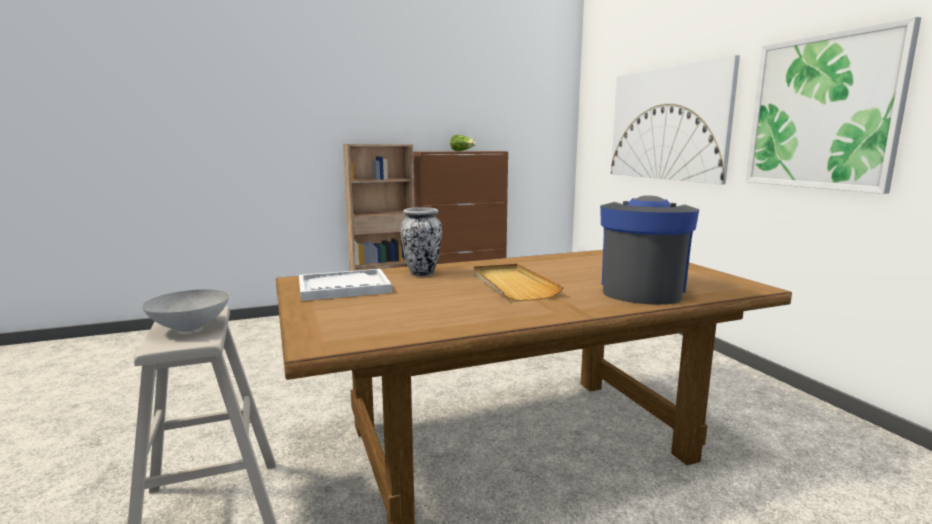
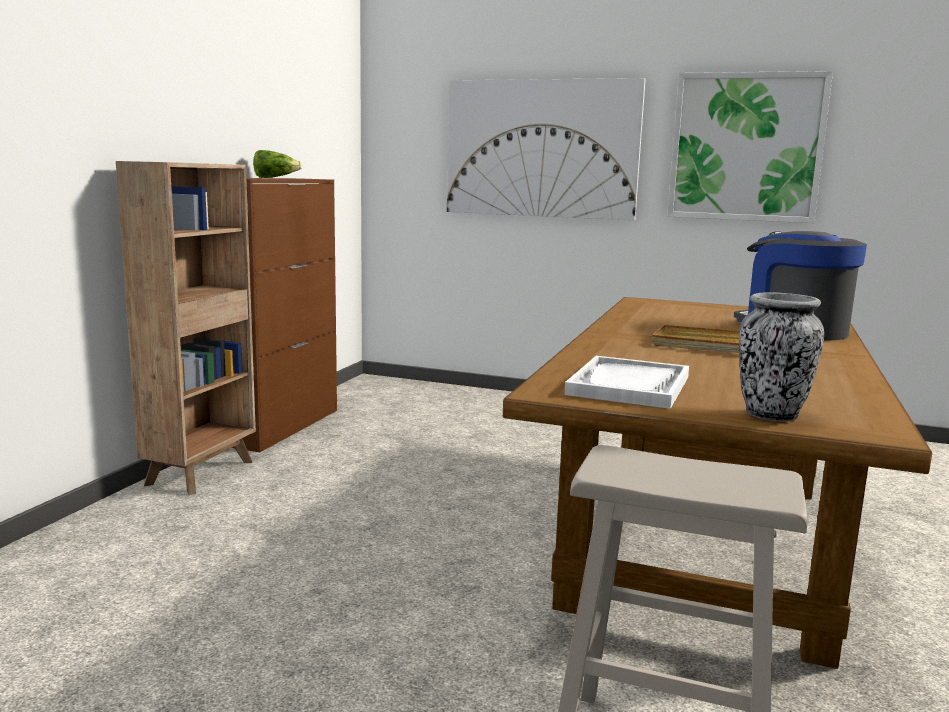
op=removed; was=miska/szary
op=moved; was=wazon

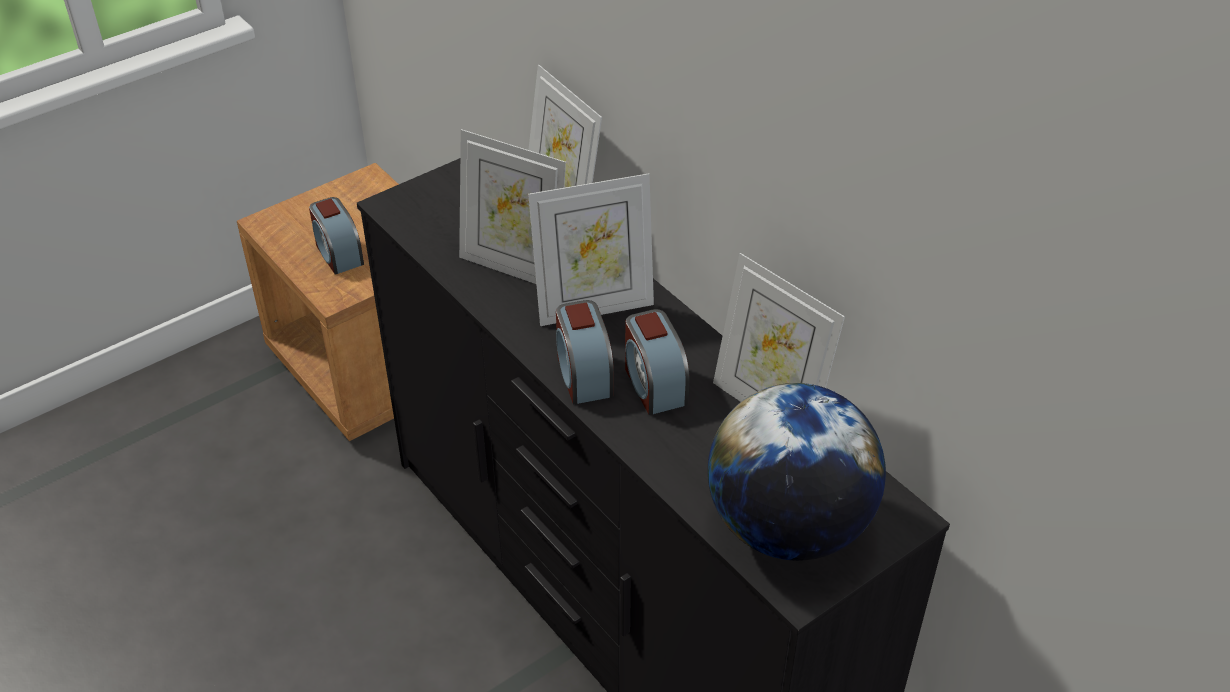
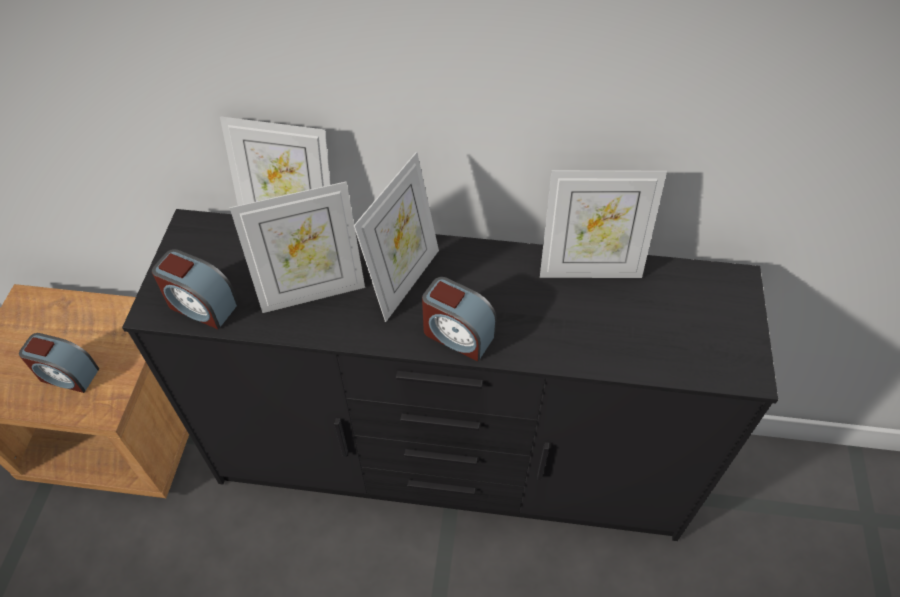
op=removed; was=globus
op=moved; was=budzik (3rd from left in the first image); now=budzik (2nd from left)

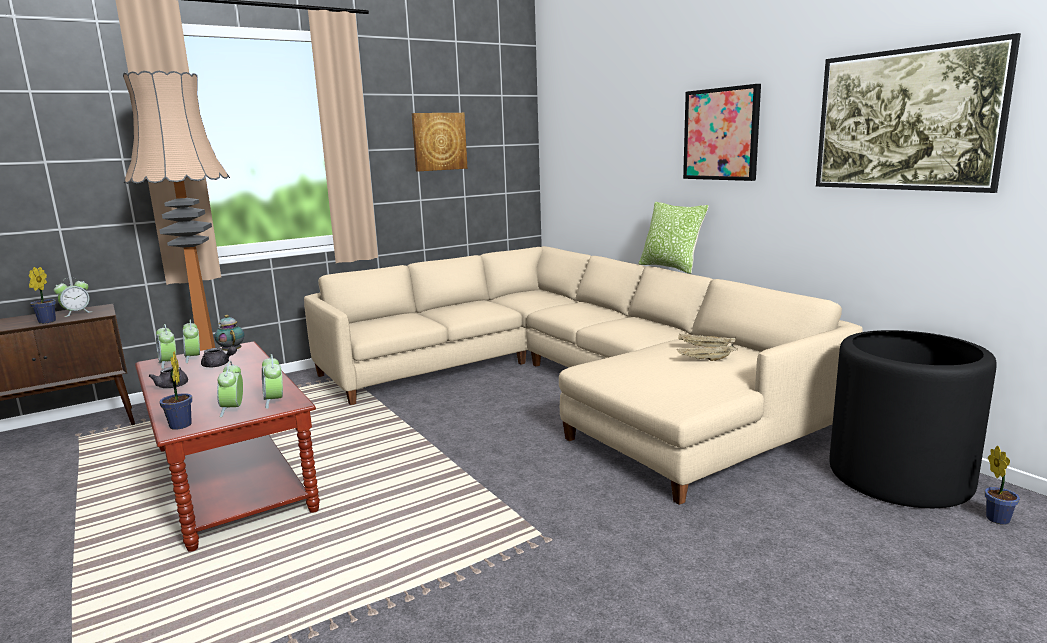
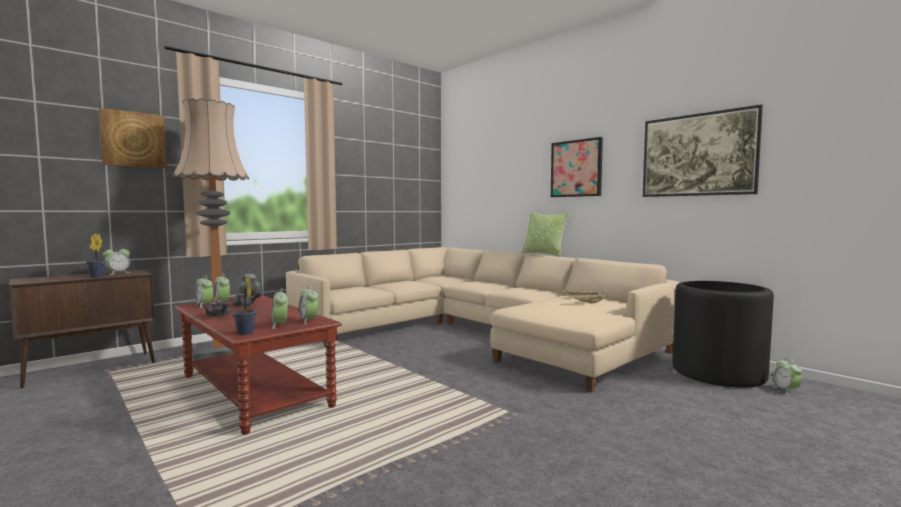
op=moved; was=obraz (1st from left)
op=replaced; was=roślina doniczkowa (3rd from left); now=budzik (6th from left)

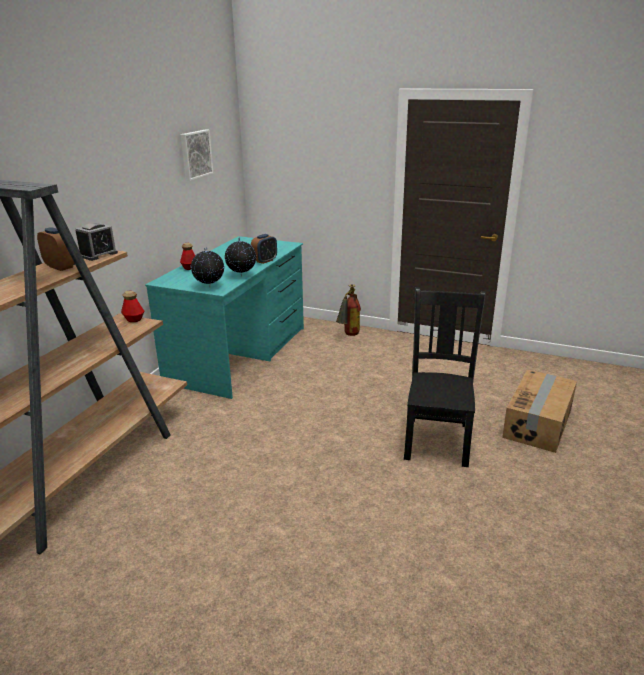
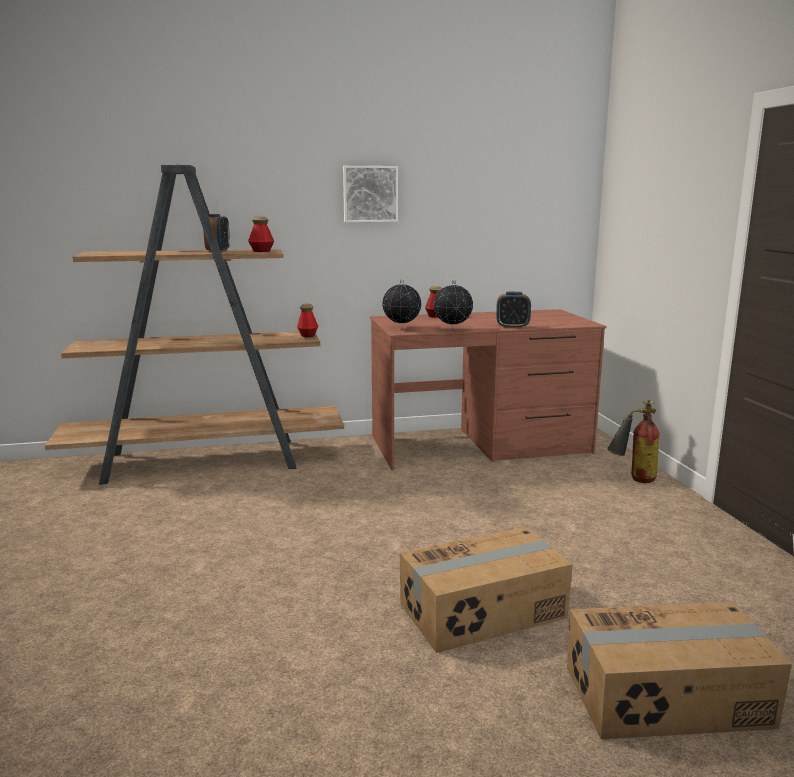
op=moved; was=obraz
op=replaced; was=budzik (2nd from left); now=butelka (1st from left)
op=replaced; was=krzesło/czarny; now=karton (1st from left)
op=recoloured; was=biurko/turkusowy; now=biurko/brązowy

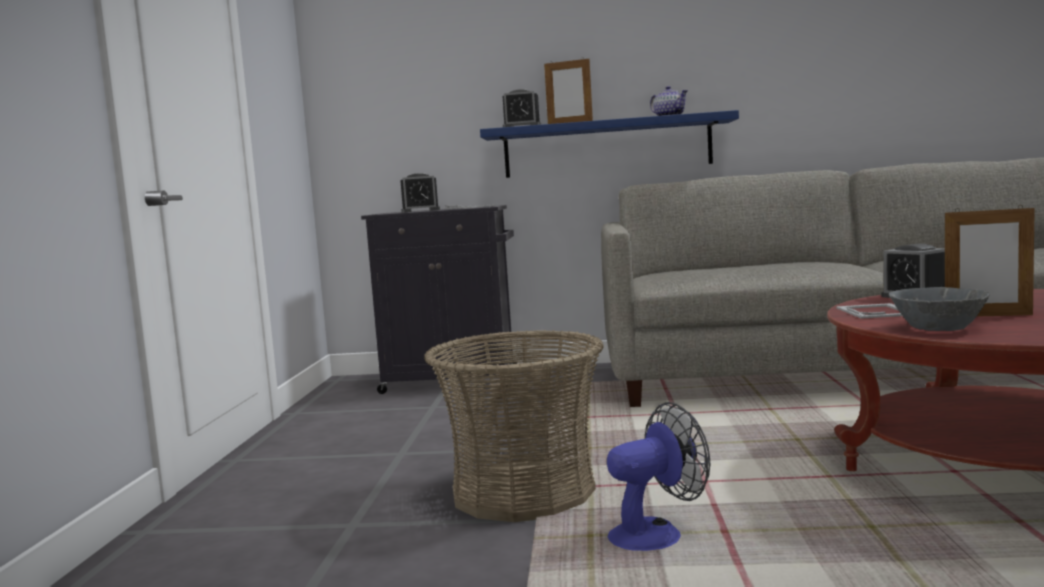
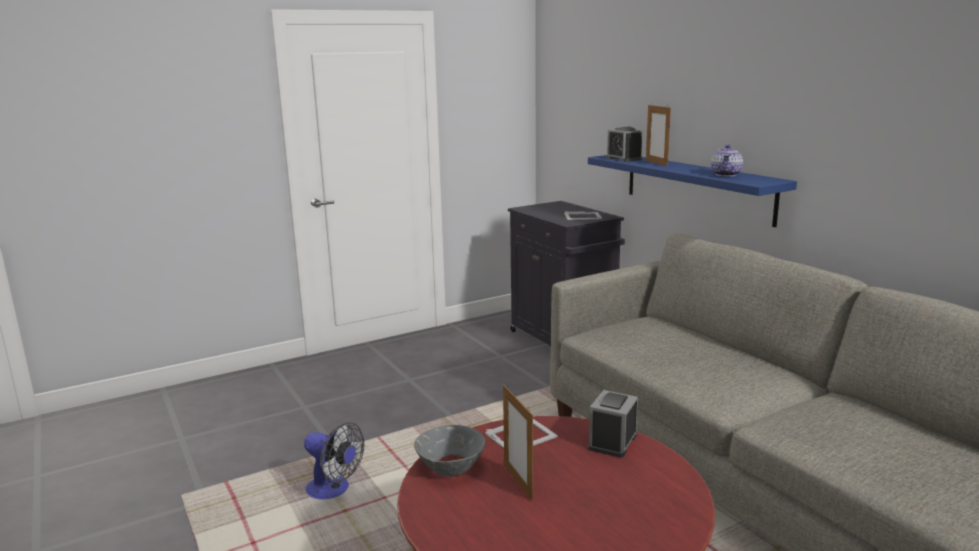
op=removed; was=budzik (1st from left)
op=removed; was=koszyk

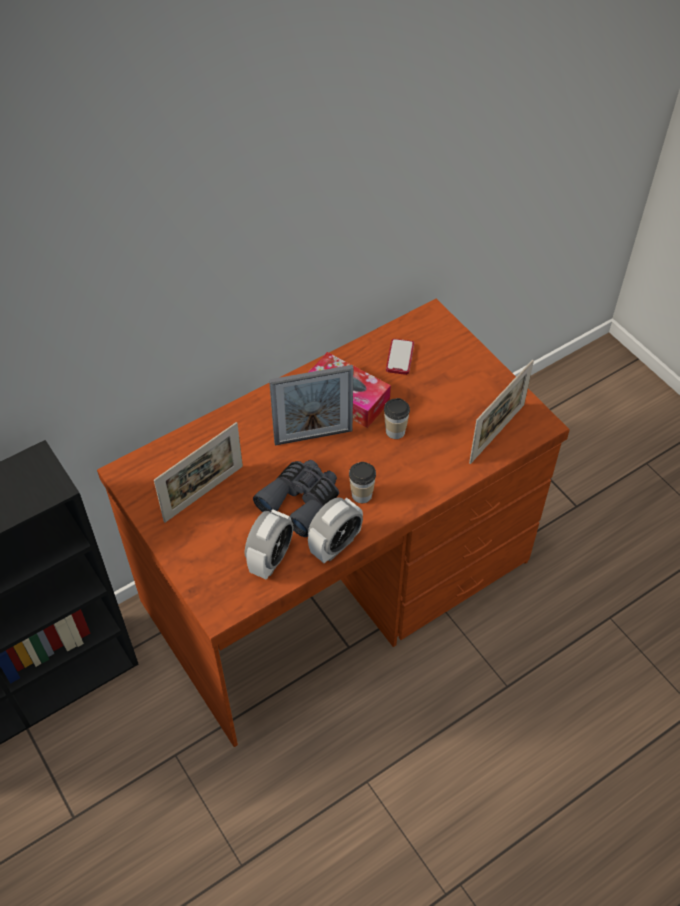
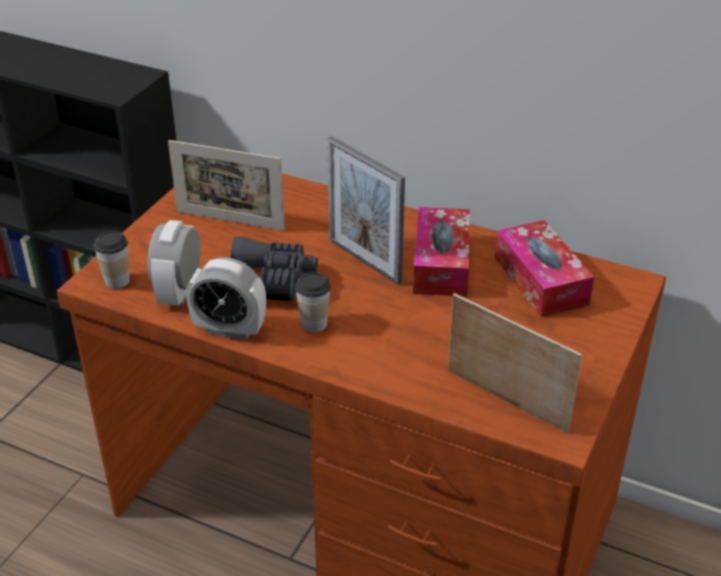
op=moved; was=filiżanka (2nd from left in the first image); now=filiżanka (1st from left)
op=replaced; was=telefon; now=pudełko chusteczek (2nd from left)
op=turned; was=budzik (1st from left); clockwise=105
op=turned; was=ramka na zdjęcie (3rd from left); clockwise=-150

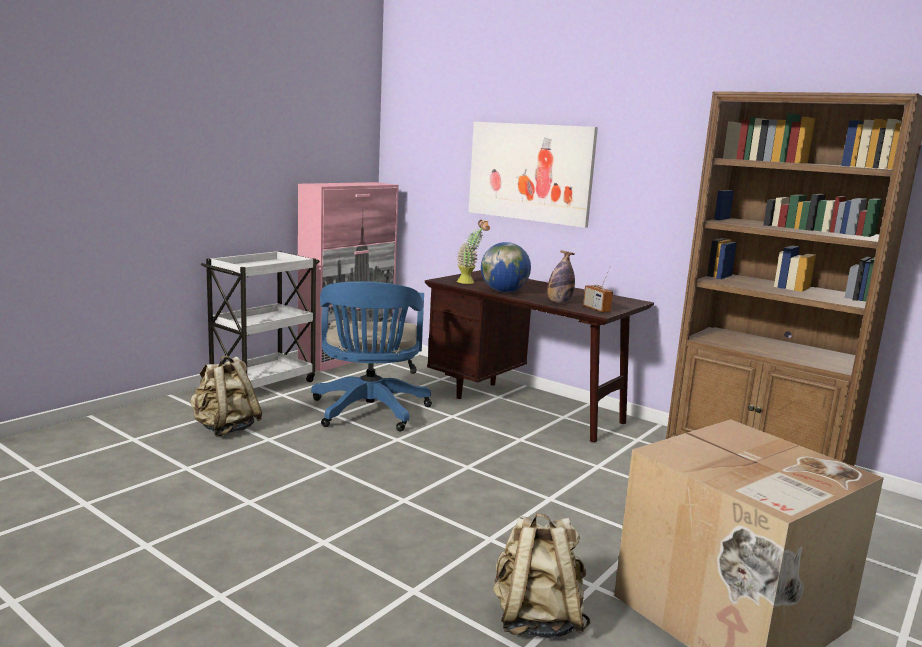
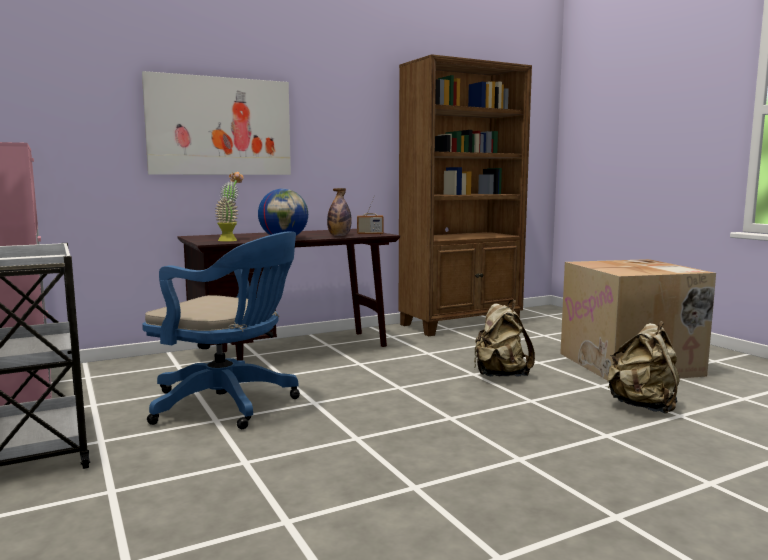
op=moved; was=plecak/beżowy (1st from left)

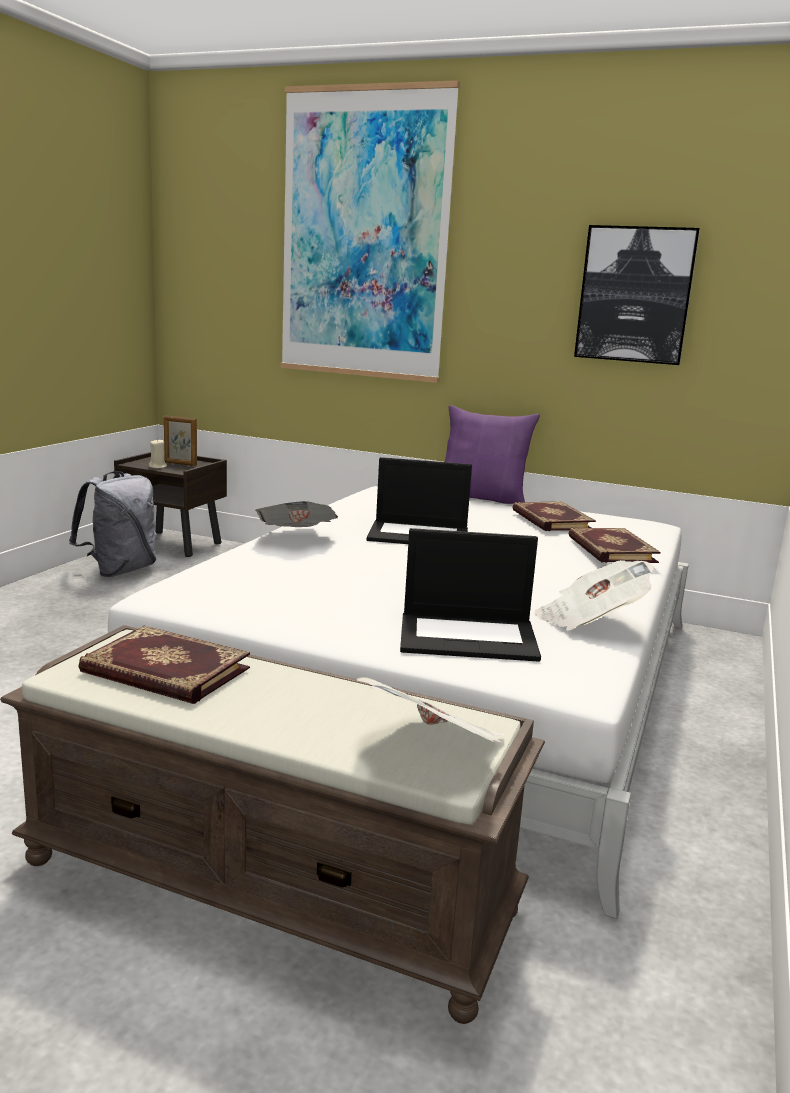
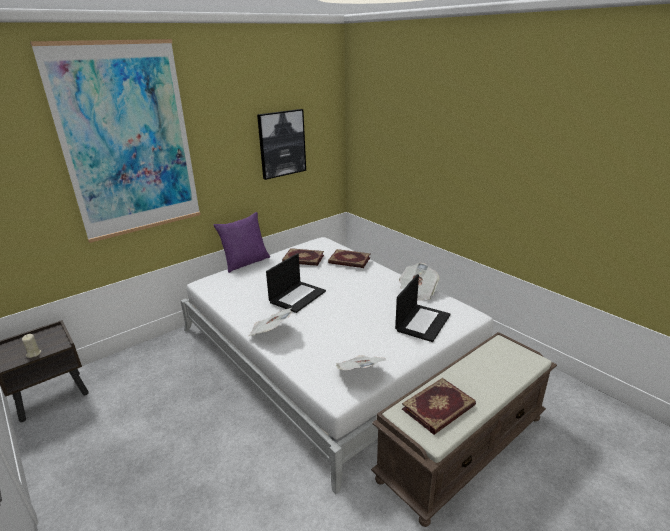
op=removed; was=plecak/szary
op=removed; was=ramka na zdjęcie
op=moved; was=gazeta (2nd from left)

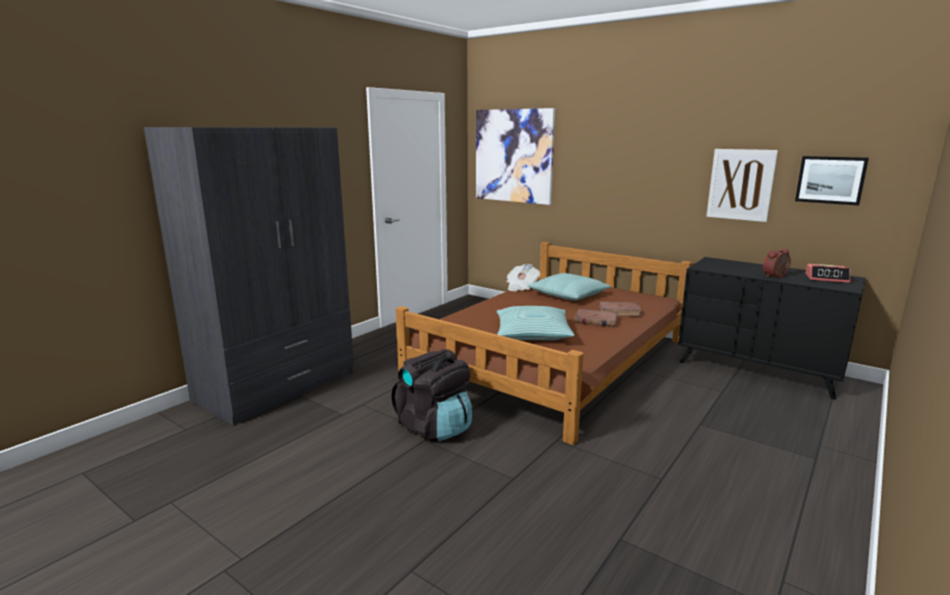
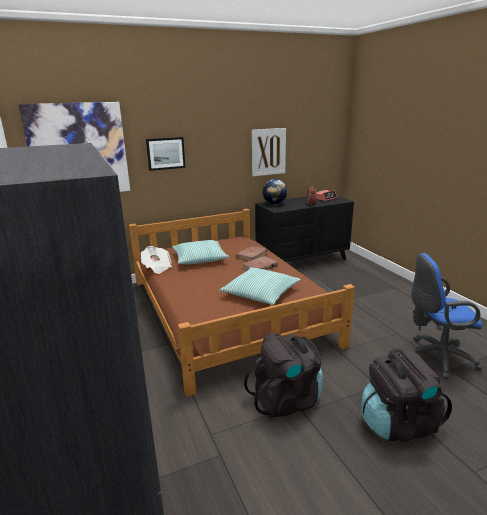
op=added; now=globus
op=added; now=plecak/czarny (2nd from left)
op=added; now=krzesło biurowe/niebieski
op=moved; was=obraz (3rd from left in the first image); now=obraz (2nd from left)

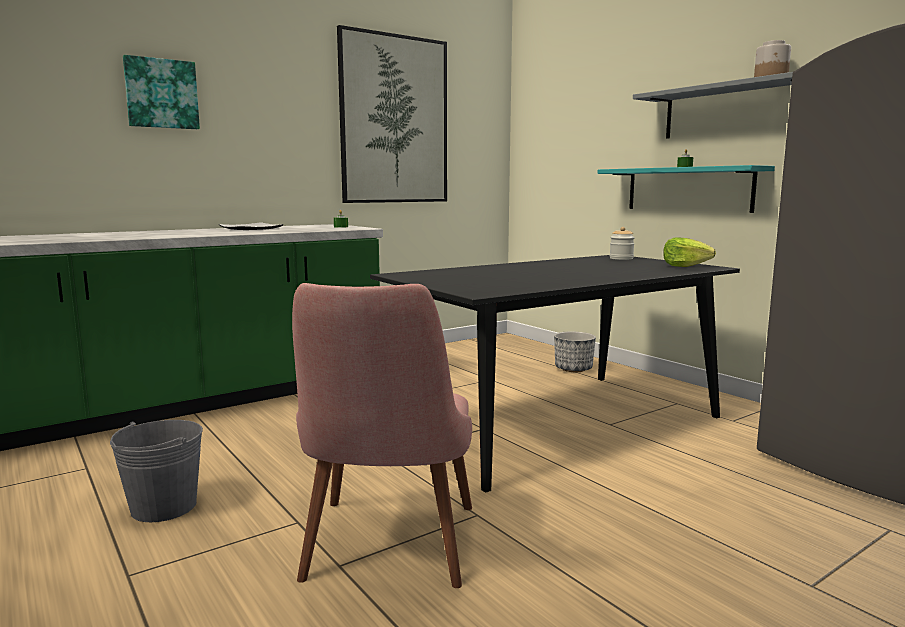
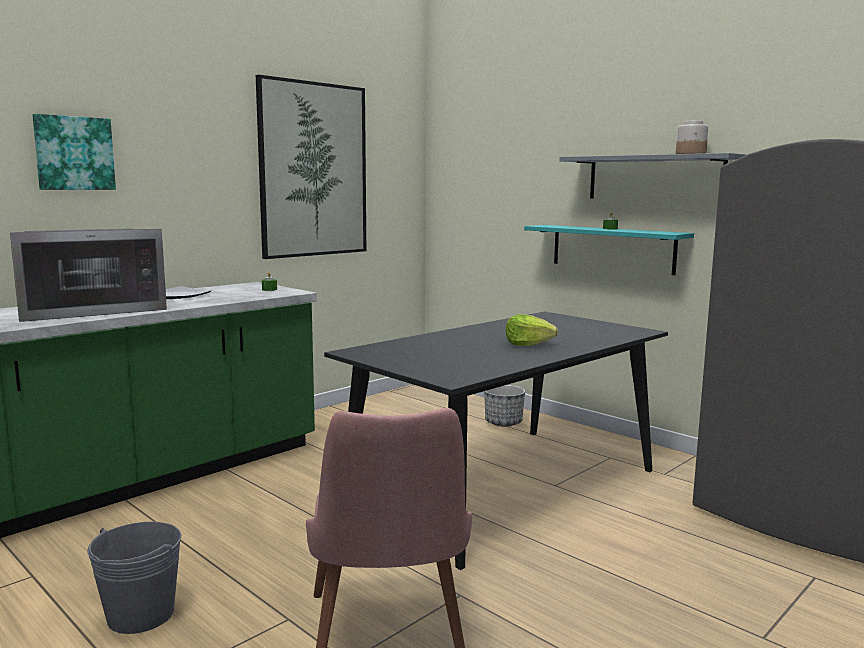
op=removed; was=słoik (1st from left)
op=added; now=mikrofalówka
op=moved; was=sałata

